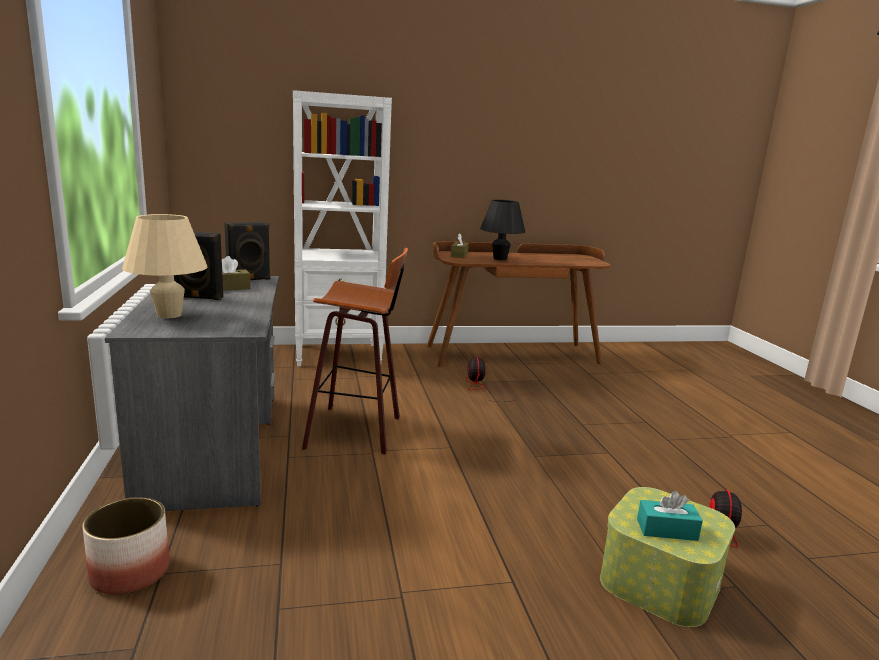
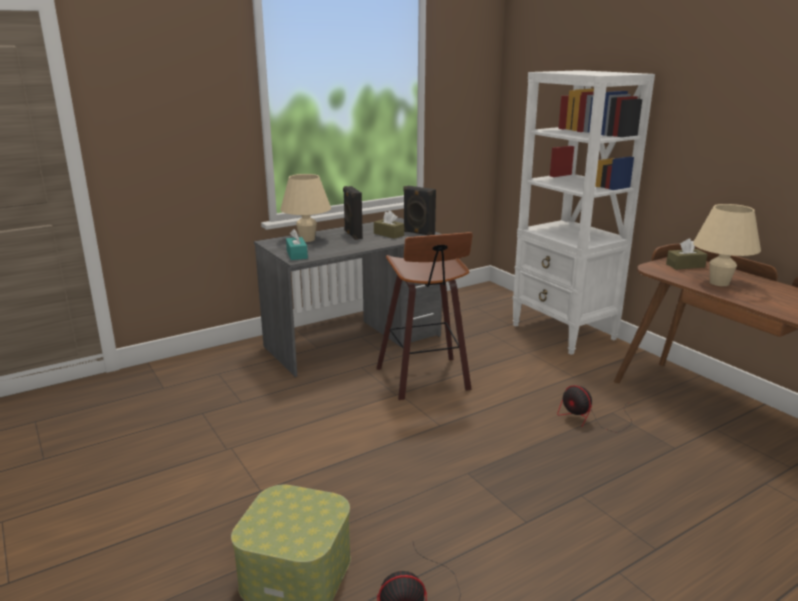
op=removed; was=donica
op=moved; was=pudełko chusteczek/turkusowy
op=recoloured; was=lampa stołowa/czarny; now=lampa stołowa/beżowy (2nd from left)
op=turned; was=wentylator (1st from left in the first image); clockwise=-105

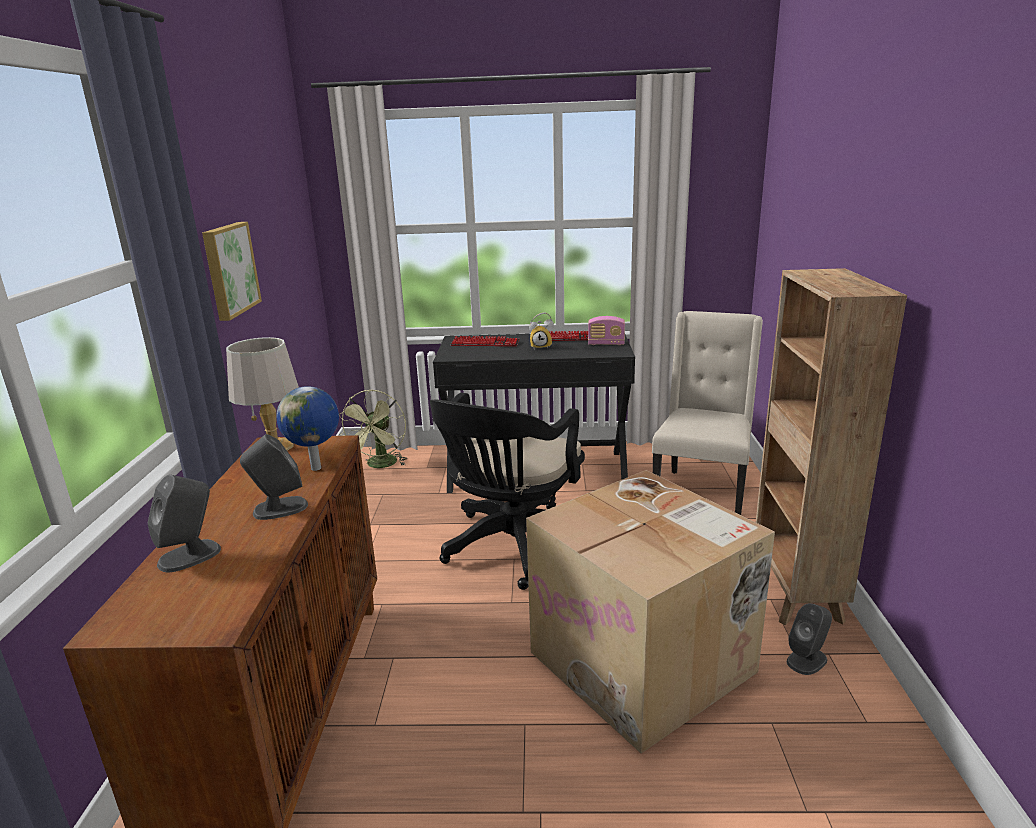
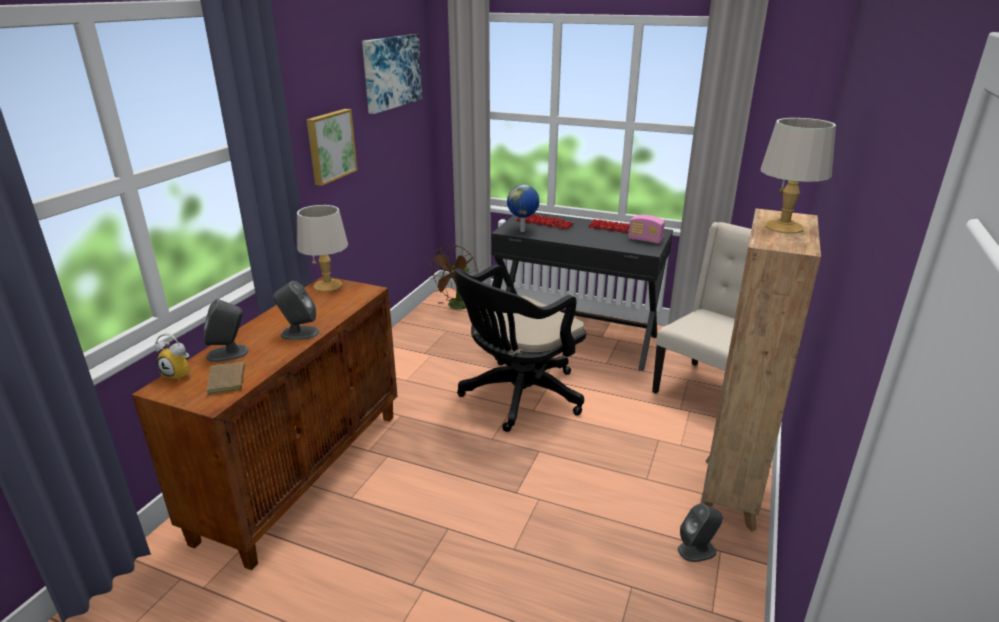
op=removed; was=karton
op=added; now=książka/brązowy
op=added; now=obraz (2nd from left)
op=added; now=lampa stołowa/szary (2nd from left)
op=moved; was=globus
op=moved; was=budzik
op=recoloured; was=wentylator/zielony; now=wentylator/brązowy

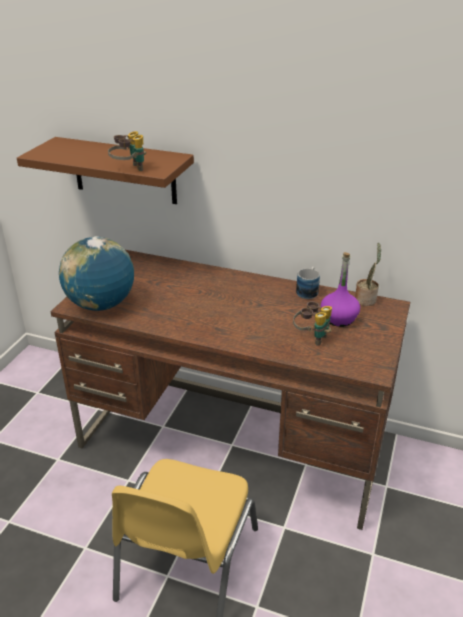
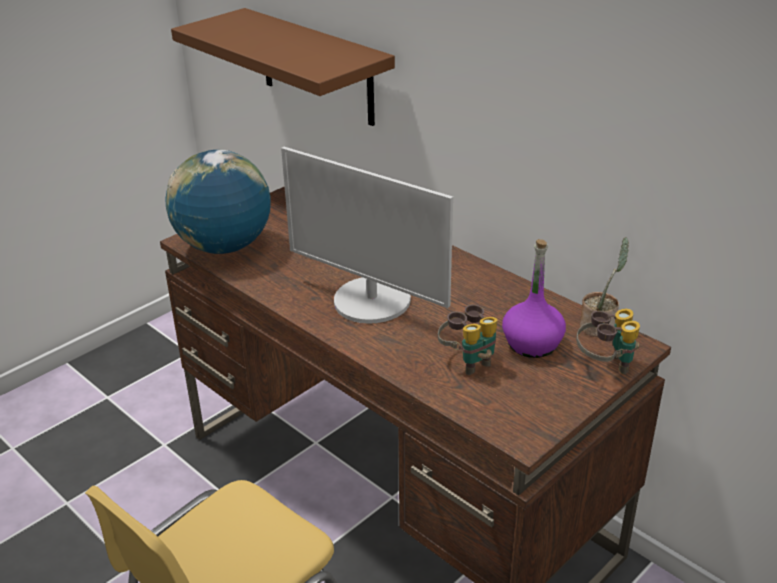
op=removed; was=kubek
op=added; now=monitor
op=moved; was=lornetka (1st from left in the first image); now=lornetka (2nd from left)

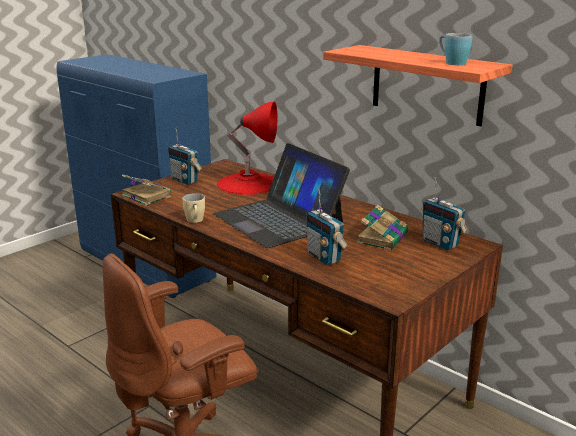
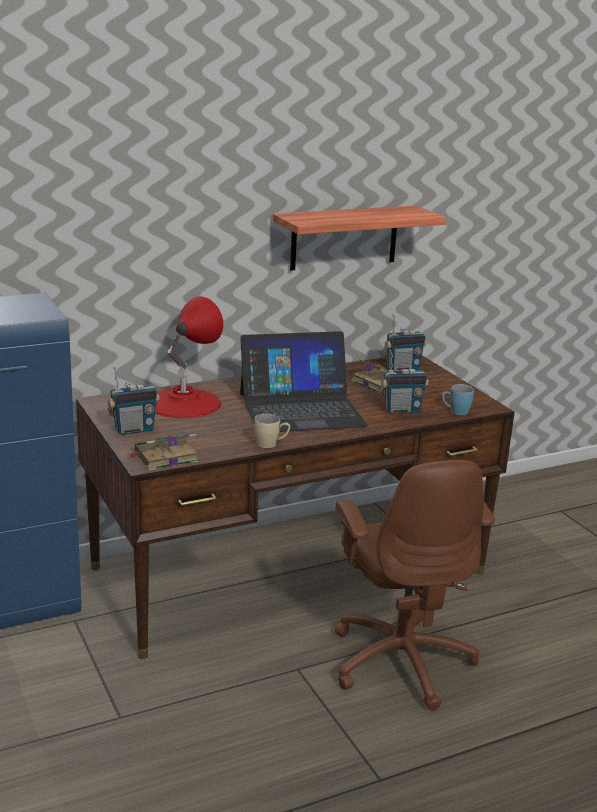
op=moved; was=kubek/niebieski

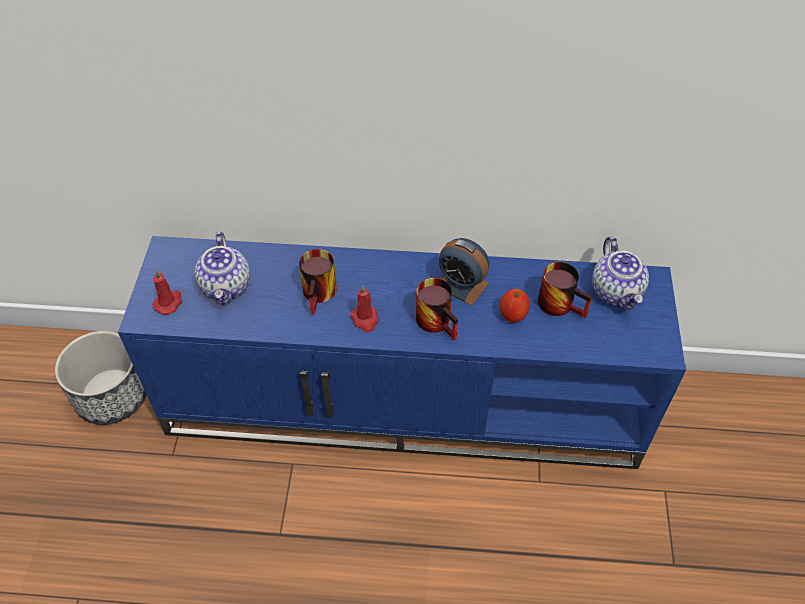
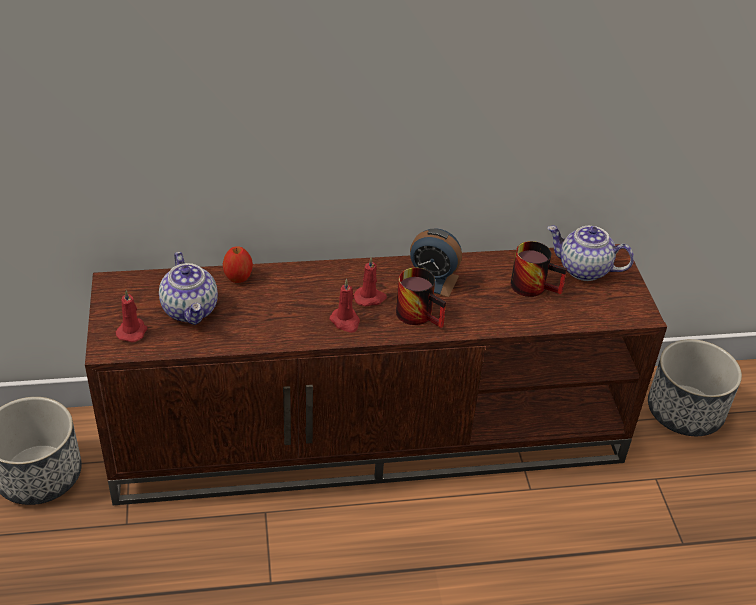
op=removed; was=kubek (1st from left)
op=added; now=świeca/czerwony (3rd from left)
op=added; now=donica (2nd from left)
op=moved; was=jabłko
op=recoloured; was=szafka pod telewizor/niebieski; now=szafka pod telewizor/brązowy
op=turned; was=imbryk (2nd from left); clockwise=135

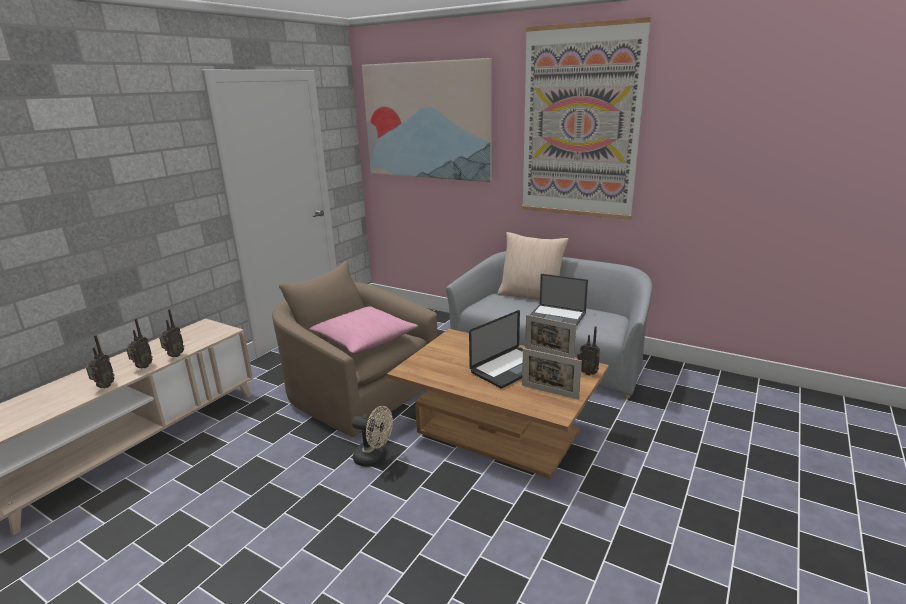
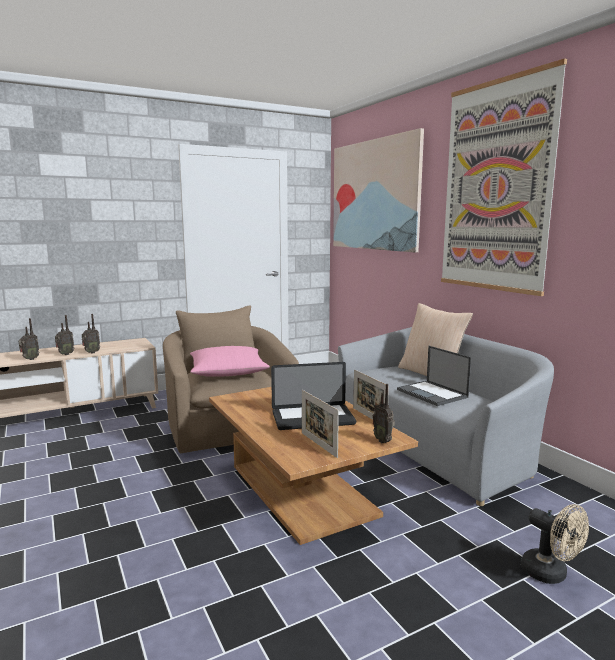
op=moved; was=wentylator/beżowy

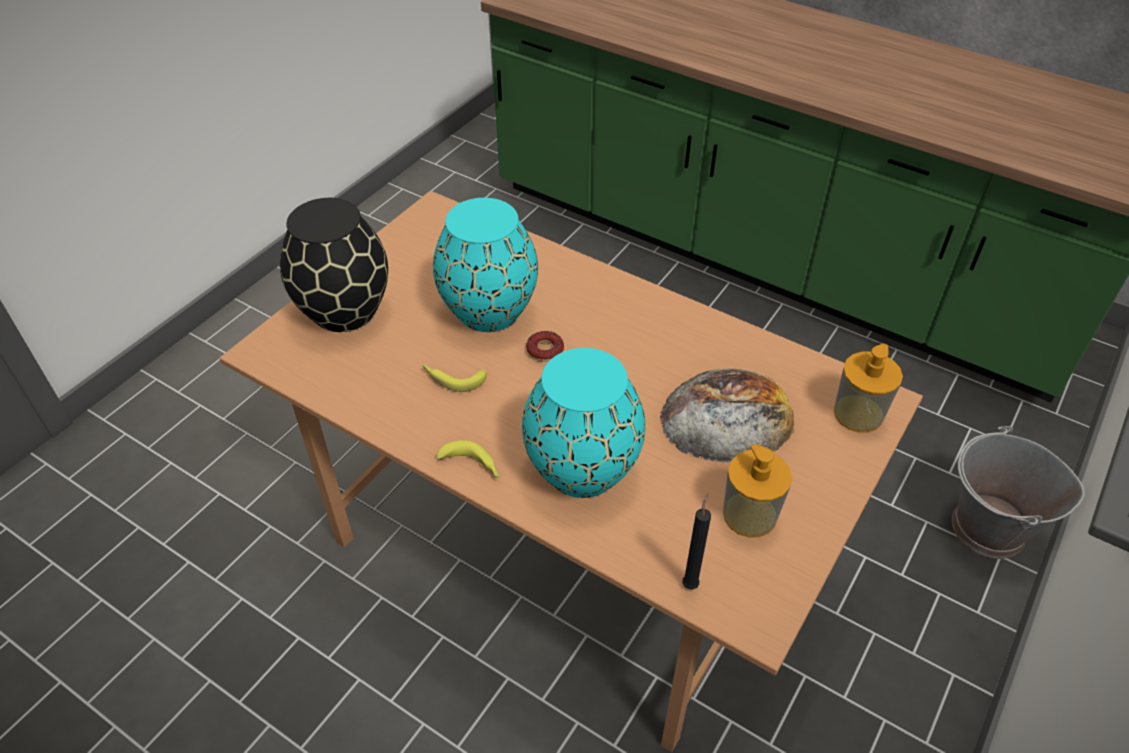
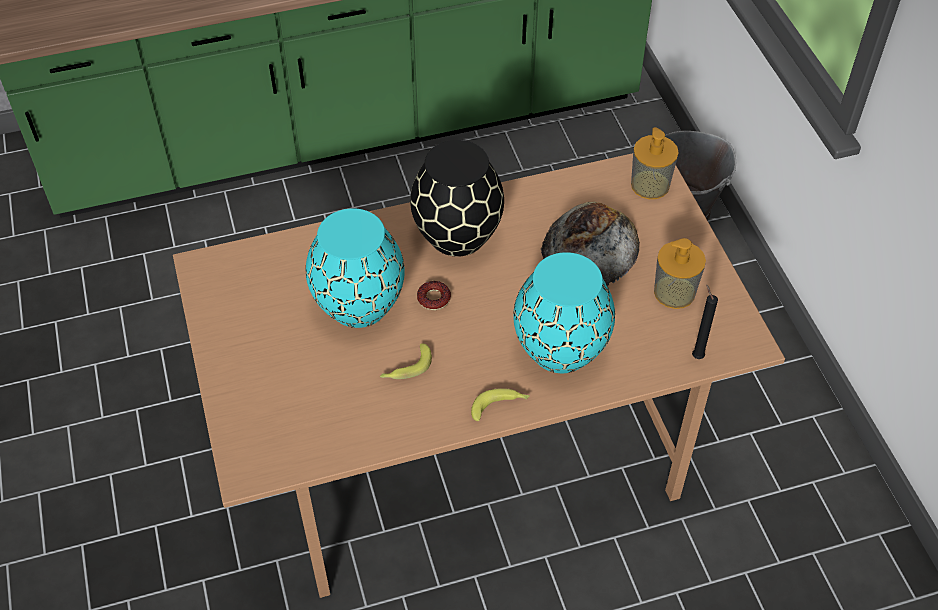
op=moved; was=wazon/czarny

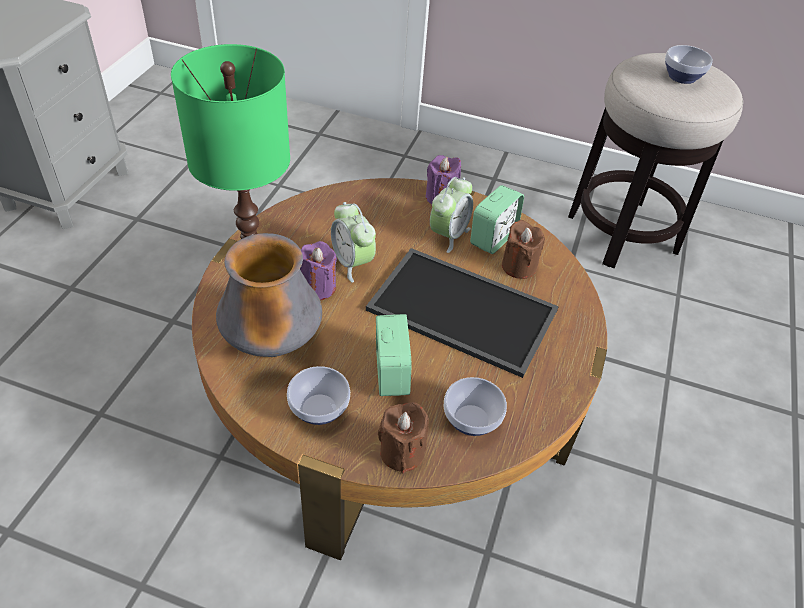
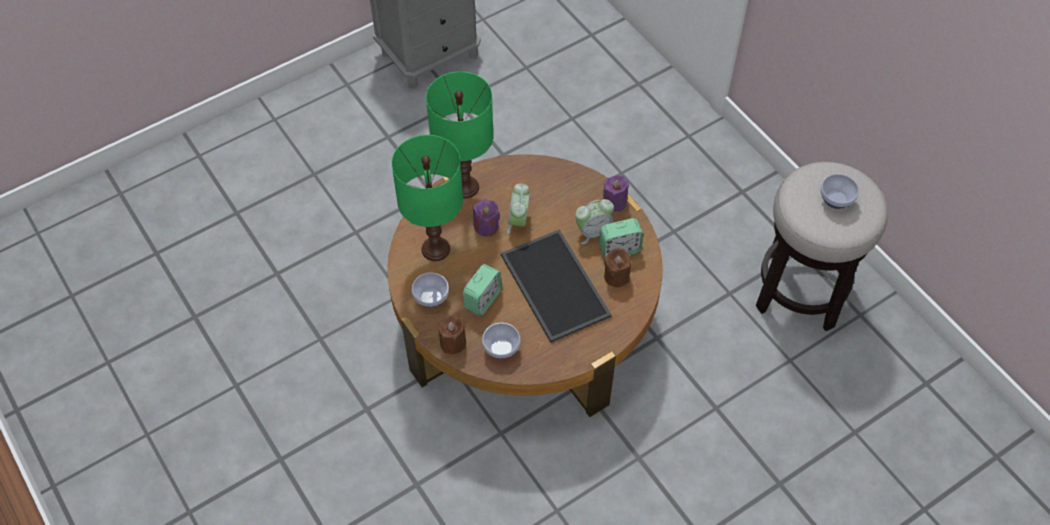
op=replaced; was=wazon; now=lampa stołowa/zielony (1st from left)

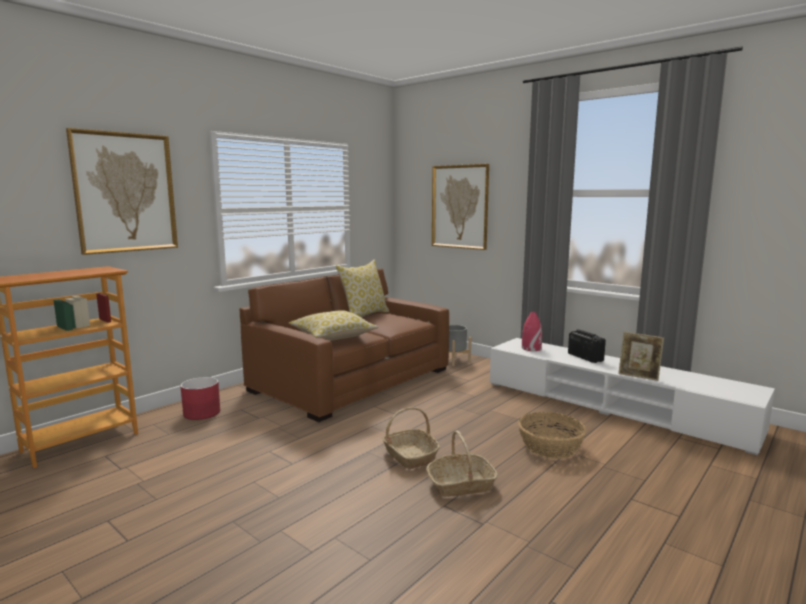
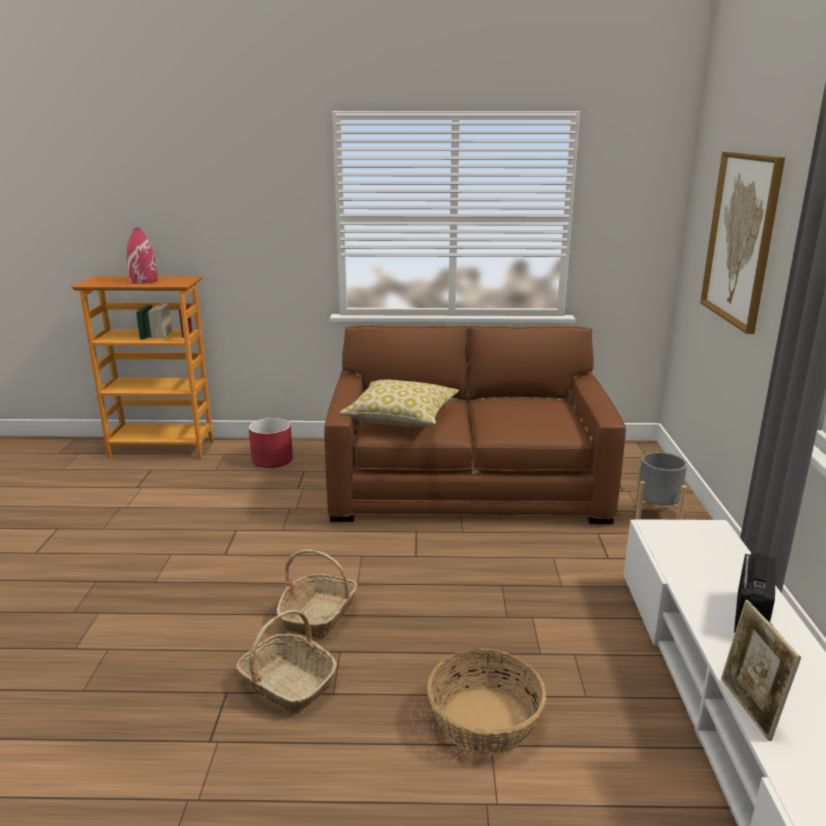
op=removed; was=obraz (1st from left)
op=removed; was=poduszka (2nd from left)
op=moved; was=wazon/czerwony

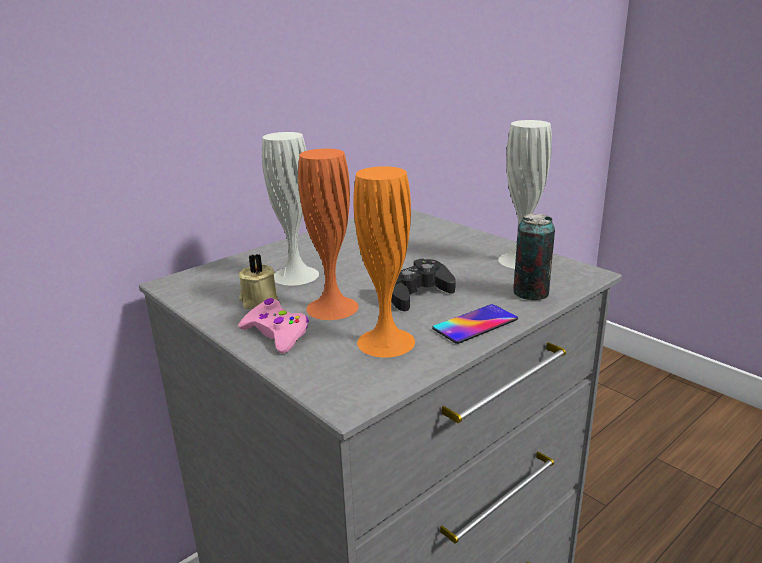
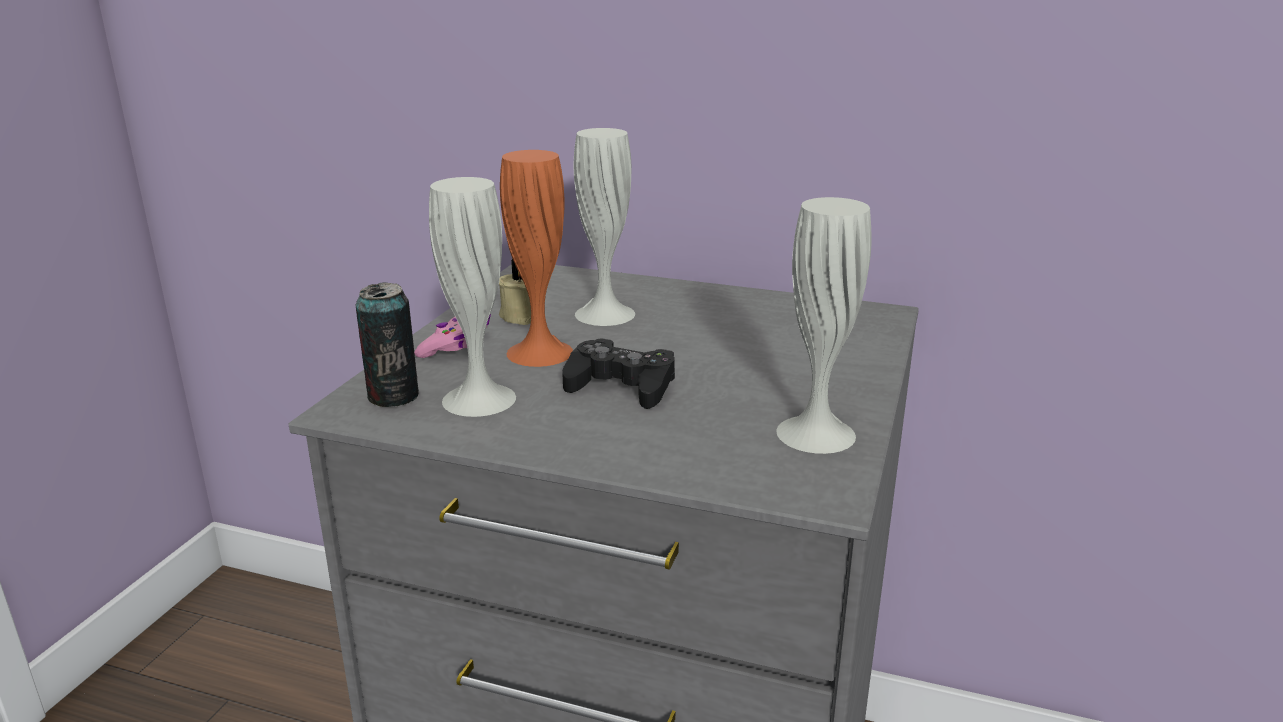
op=removed; was=telefon
op=moved; was=puszka
op=recoloured; was=wazon/pomarańczowy (2nd from left); now=wazon/biały (1st from left)

